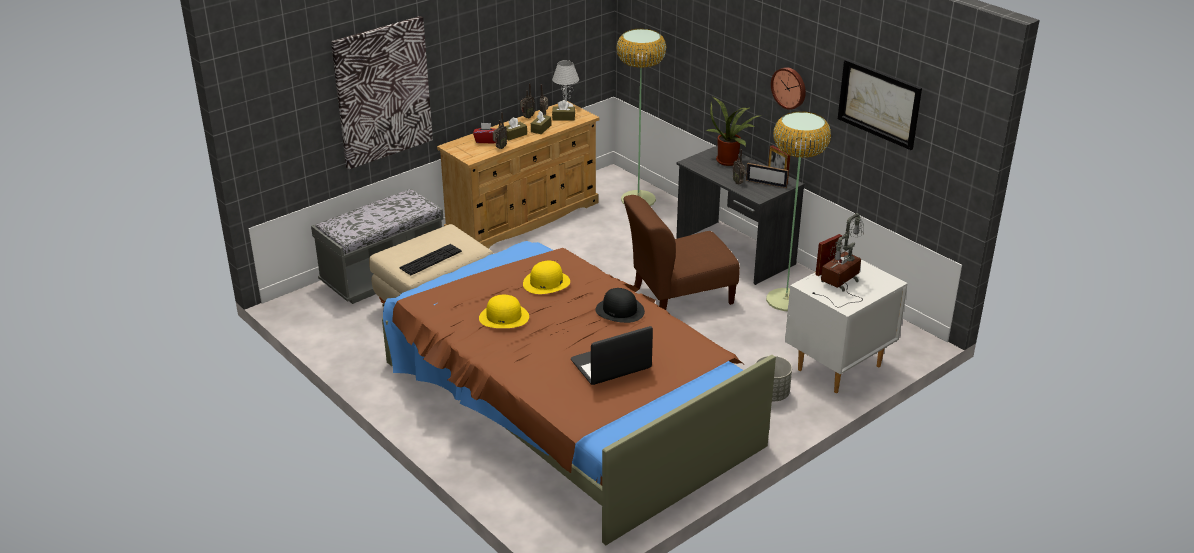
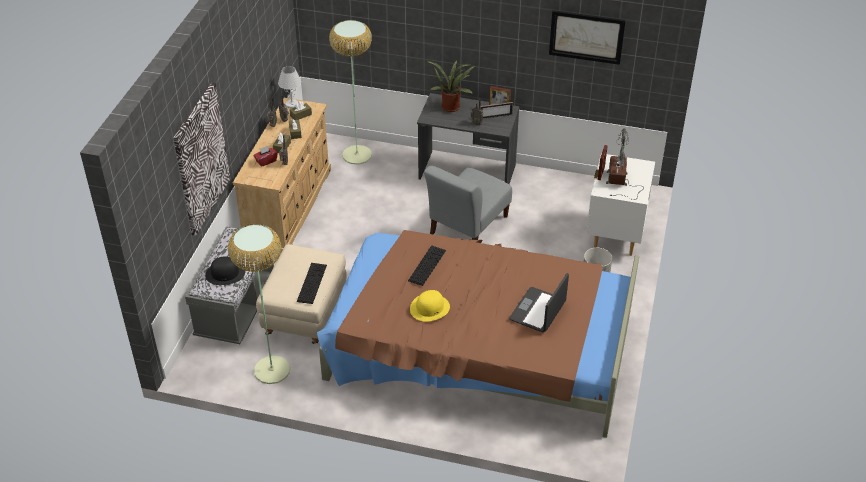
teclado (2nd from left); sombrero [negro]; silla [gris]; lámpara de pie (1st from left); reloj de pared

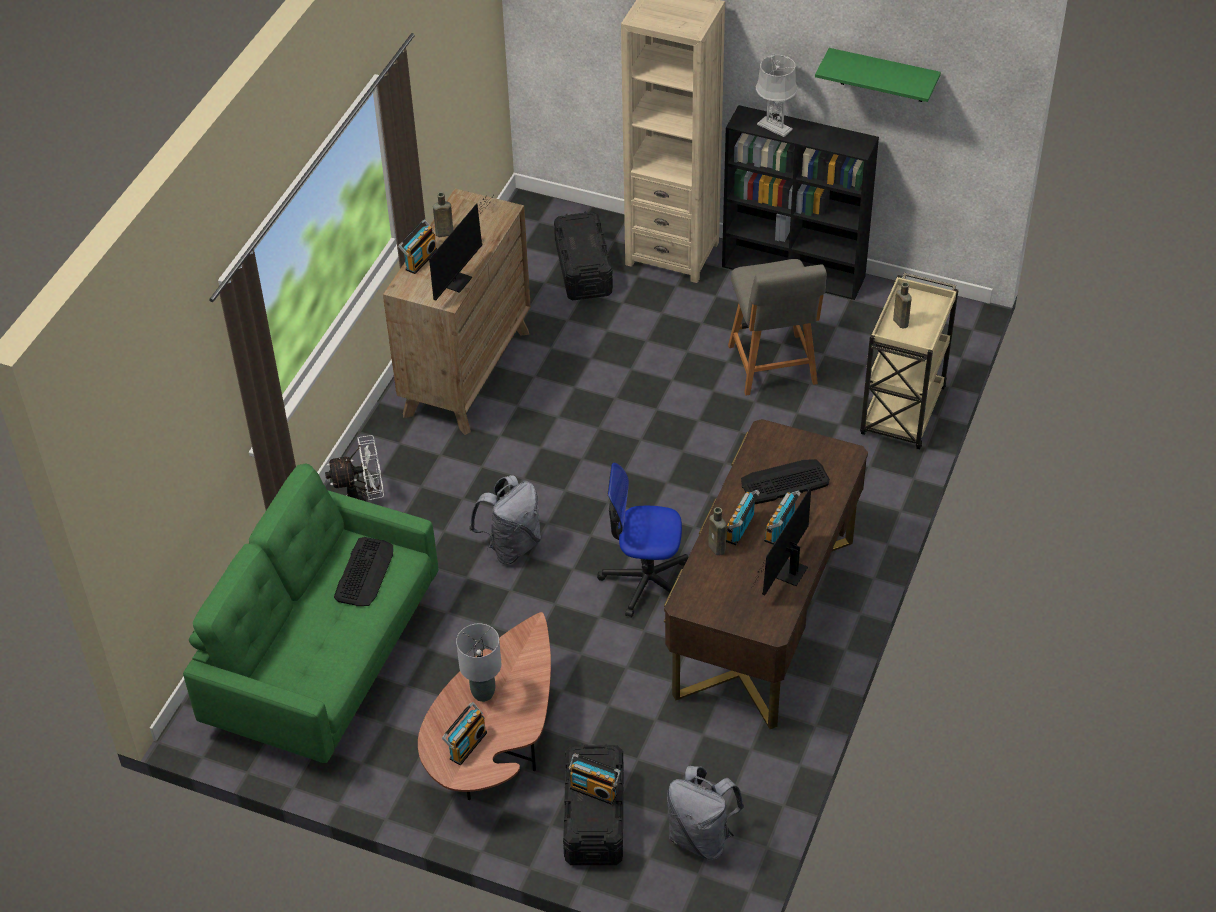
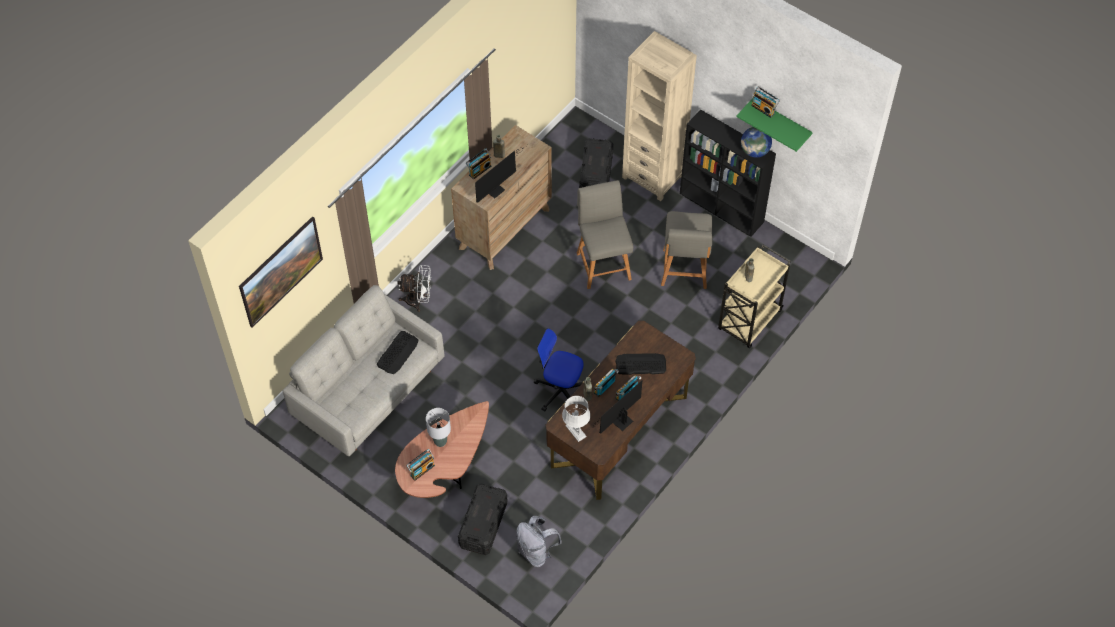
sofá [gris]; mochila [gris] (1st from left in the first image); radio (5th from left); lámpara de mesa [gris] (2nd from left); cuadro; silla [gris] (1st from left); globo terráqueo

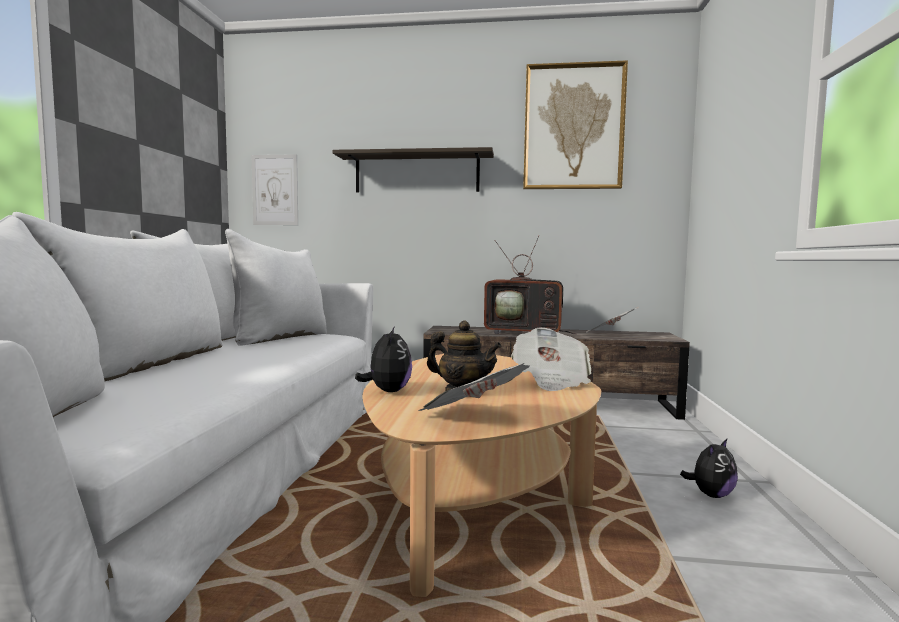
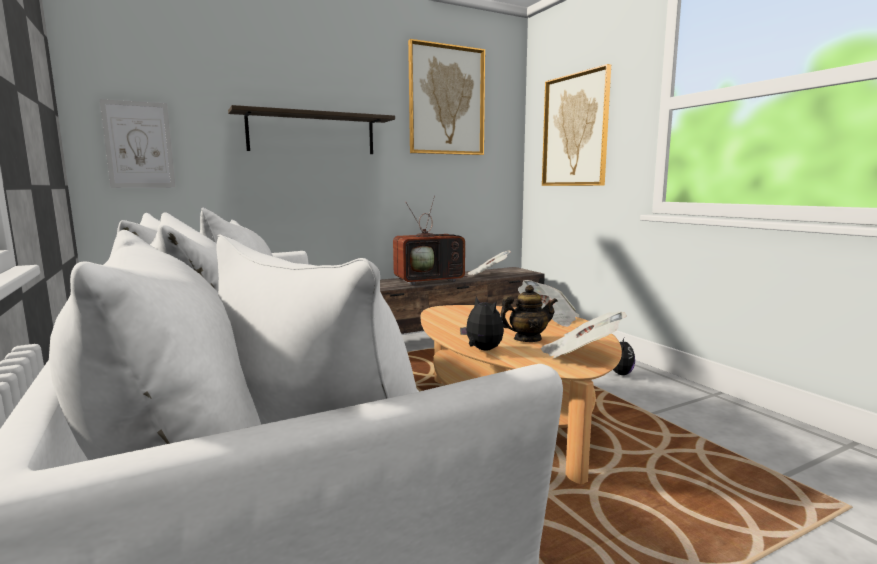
cuadro (3rd from left)

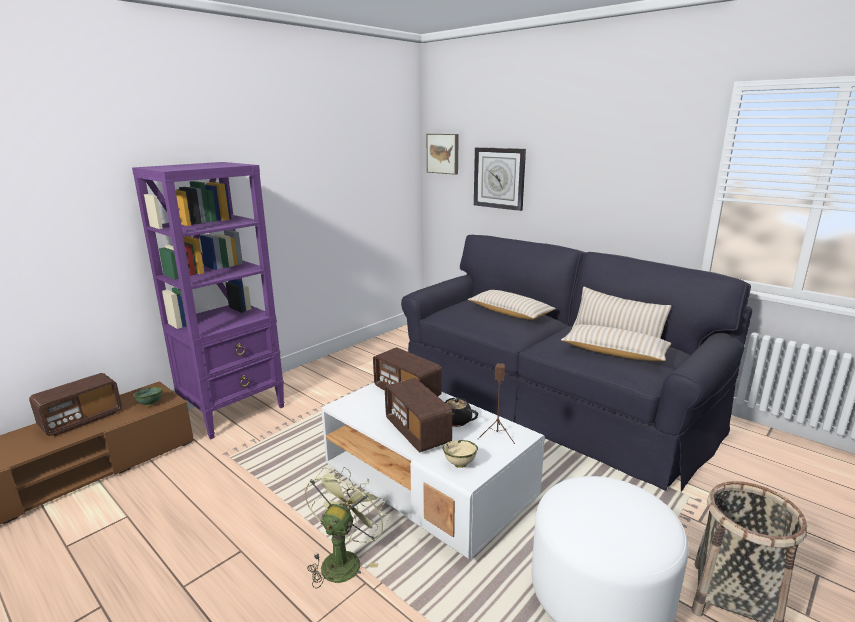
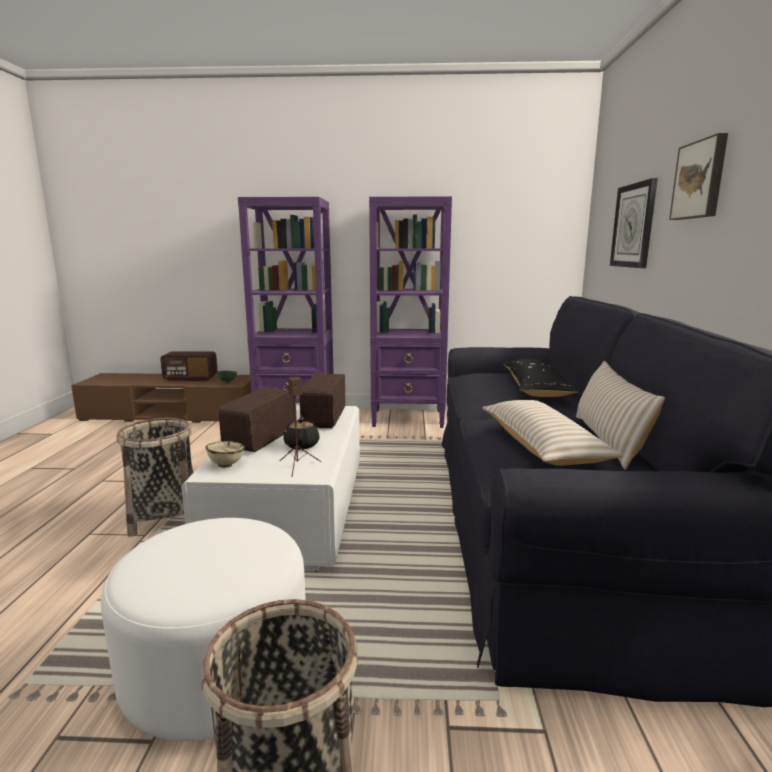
cesta (1st from left); cuadro; cojín [negro]; estantería [morado] (2nd from left)

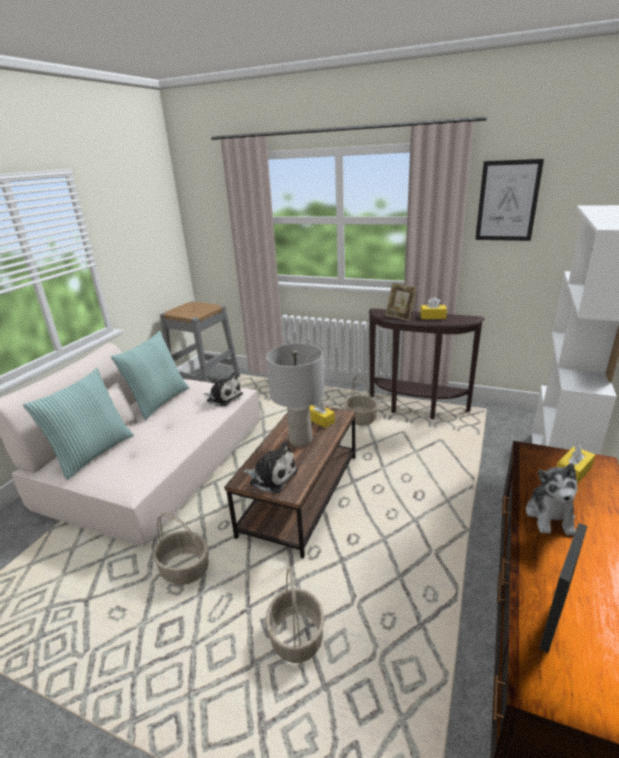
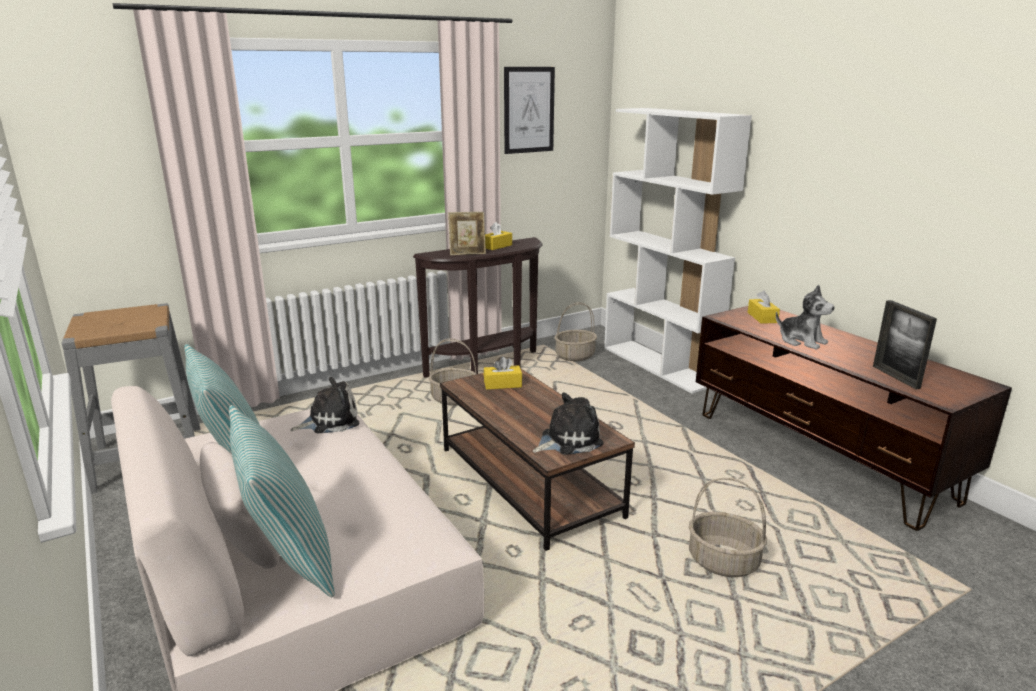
cesta (2nd from left); lámpara de mesa [gris]

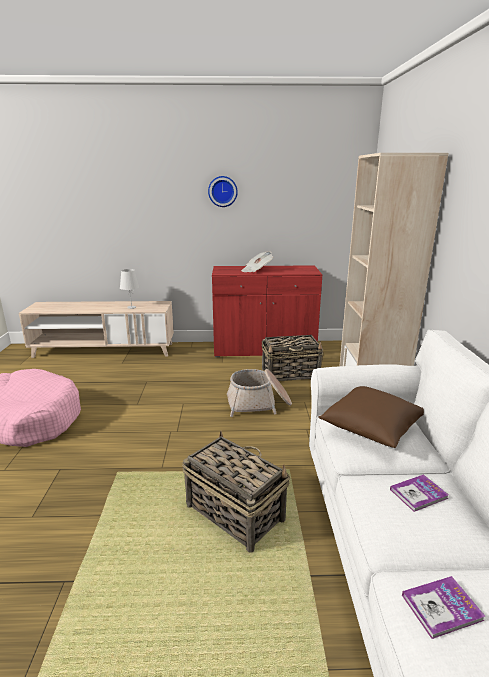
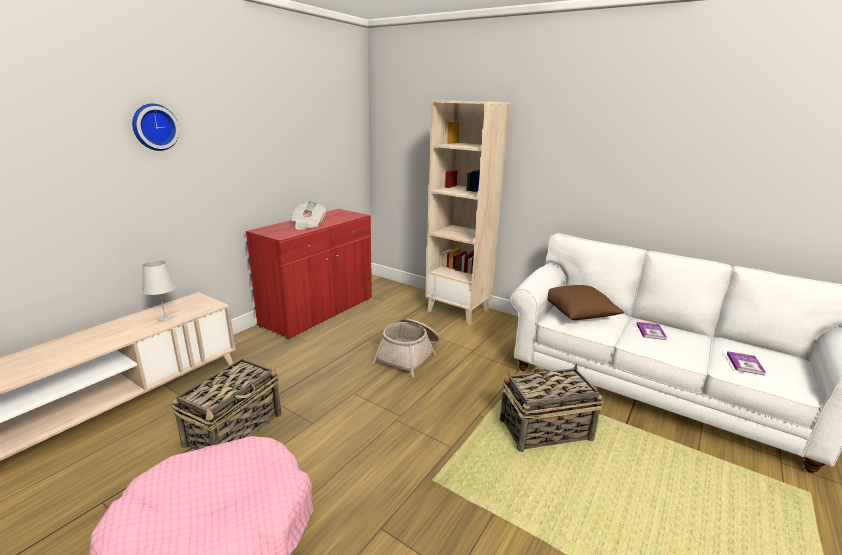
reloj de pared; cesta (1st from left)

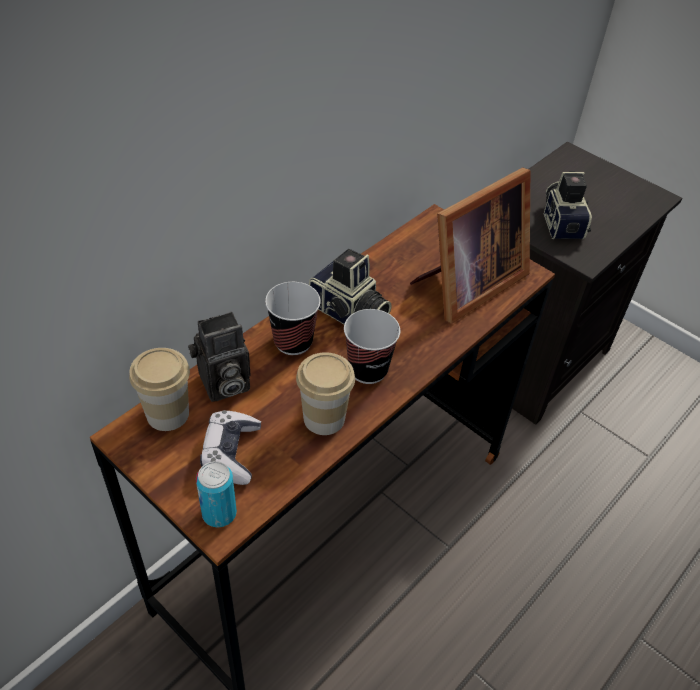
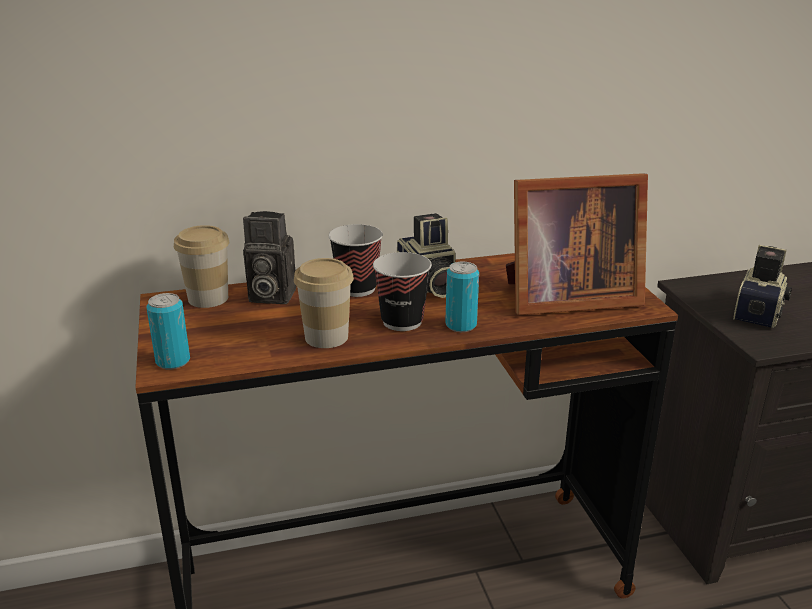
mando de consola; lata (2nd from left)

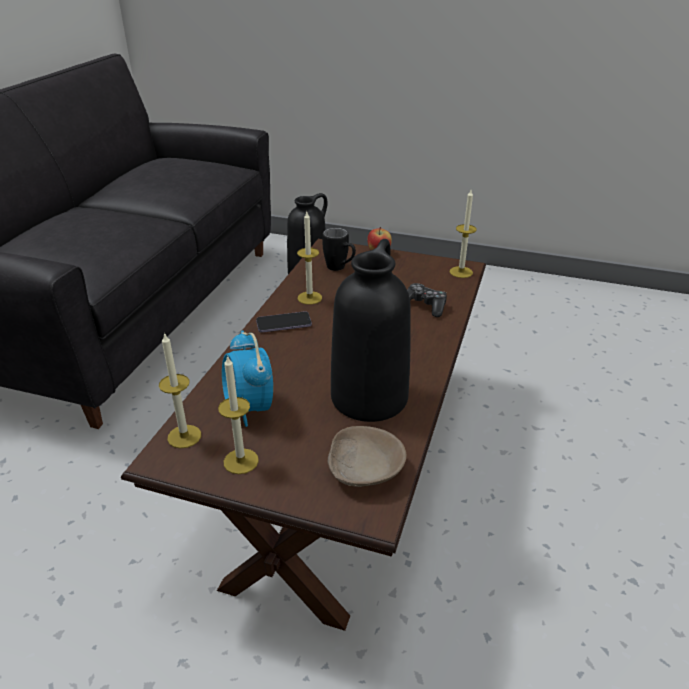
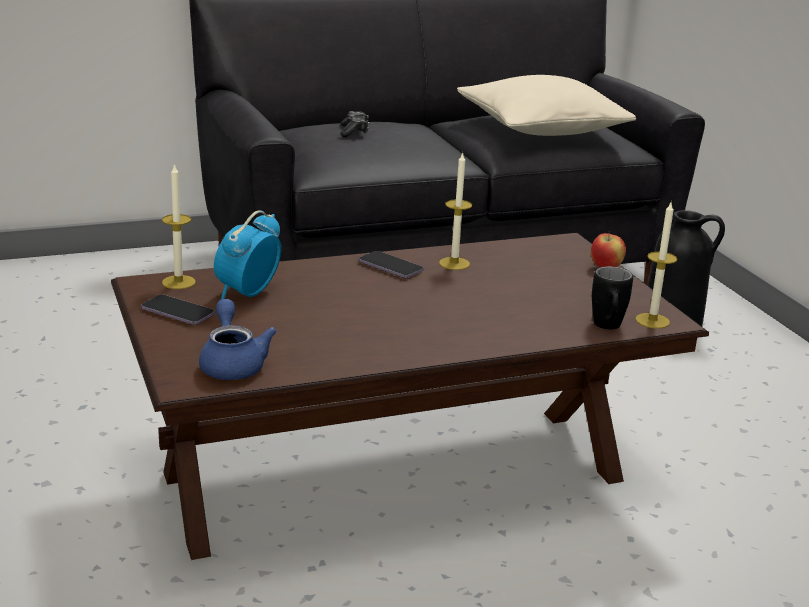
móvil (1st from left); taza grande [negro]; tetera [azul]; florero [negro] (2nd from left in the first image); mando de consola; cojín [beis]

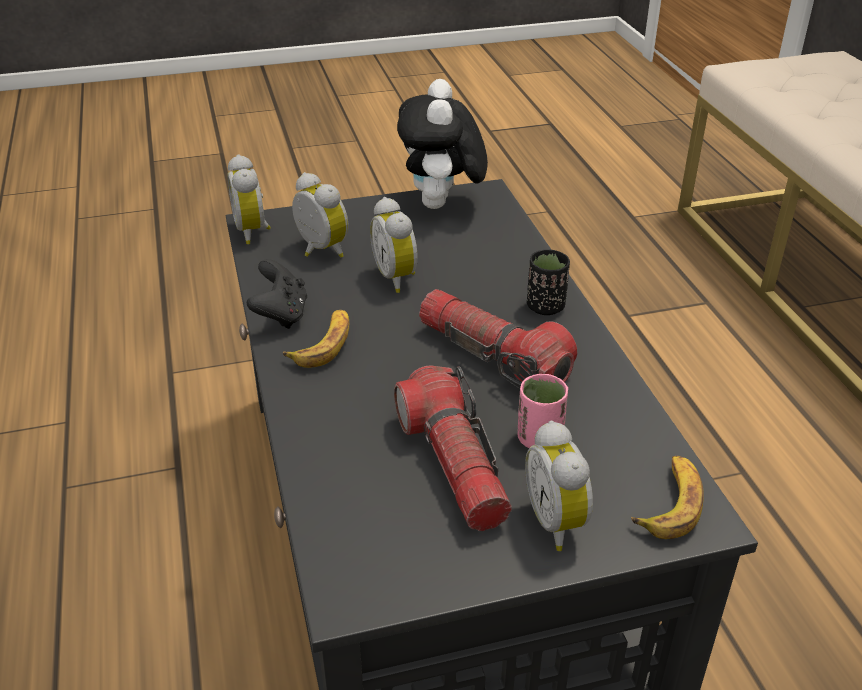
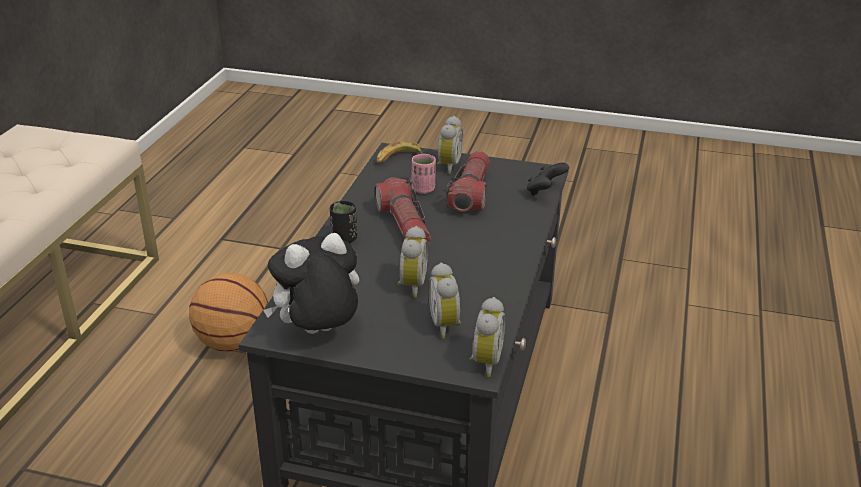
mando de consola [negro]; plátano (1st from left in the first image); peluche; balón de baloncesto

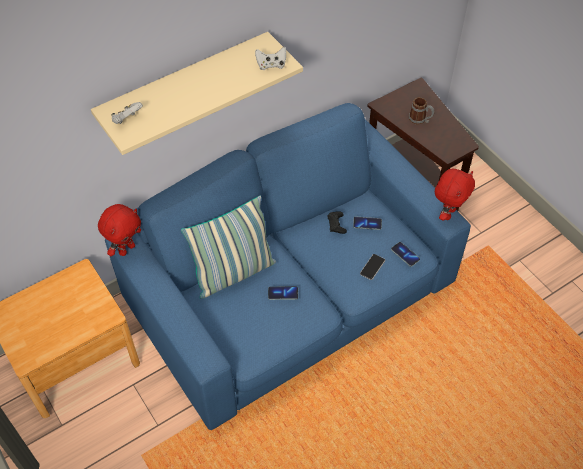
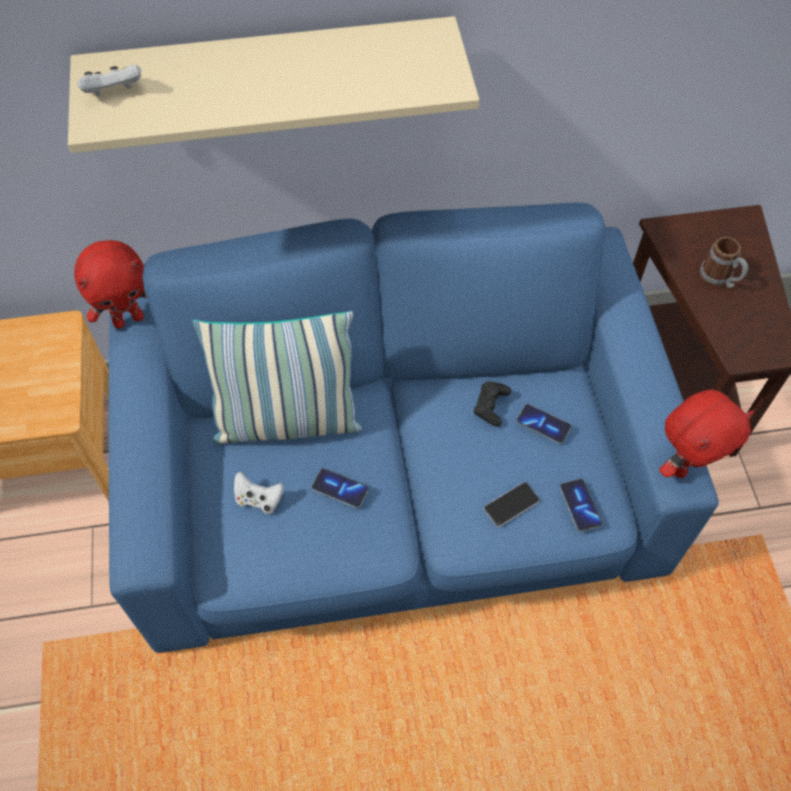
mando de consola [blanco] (2nd from left)

